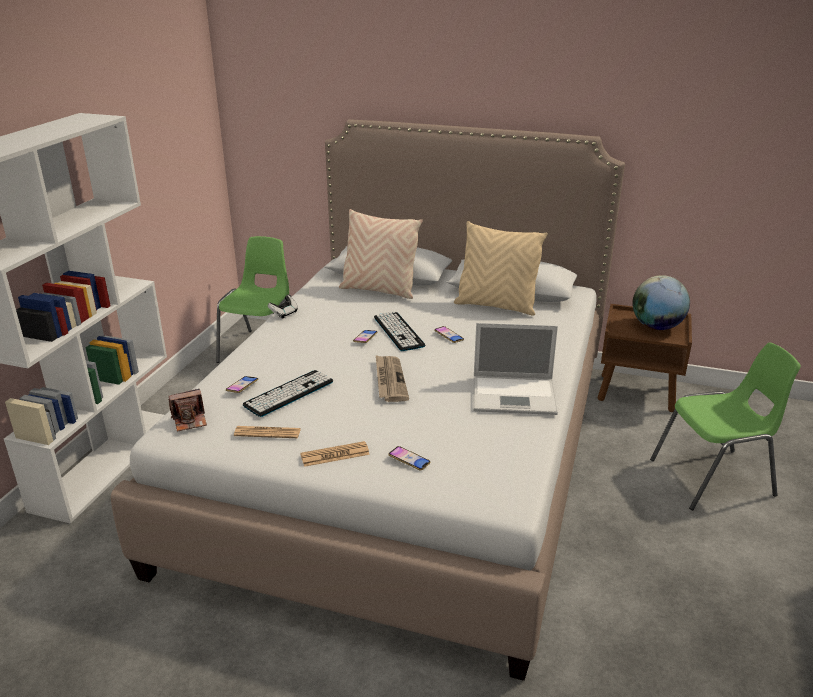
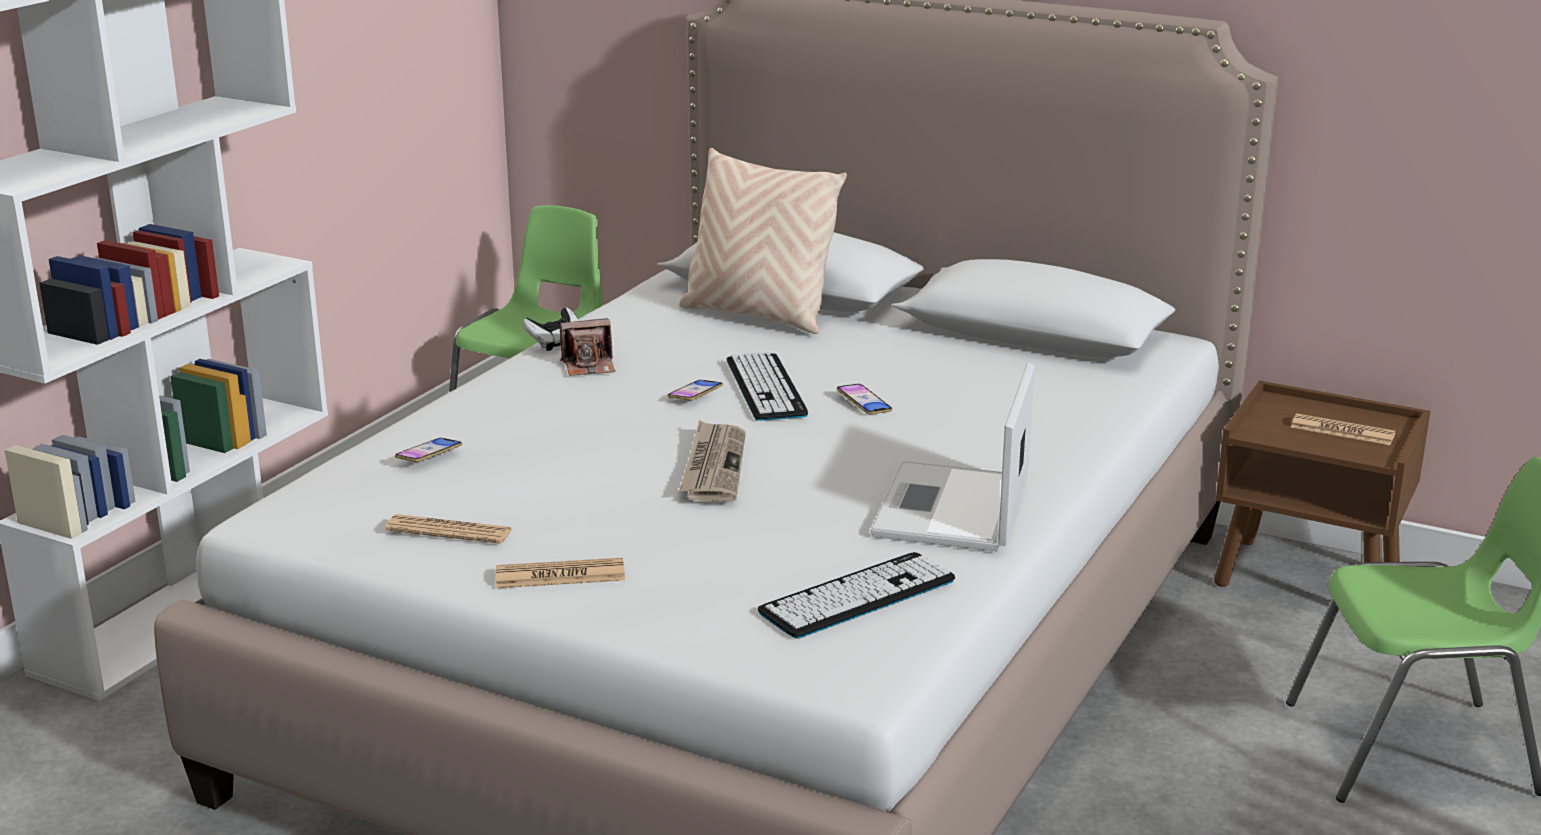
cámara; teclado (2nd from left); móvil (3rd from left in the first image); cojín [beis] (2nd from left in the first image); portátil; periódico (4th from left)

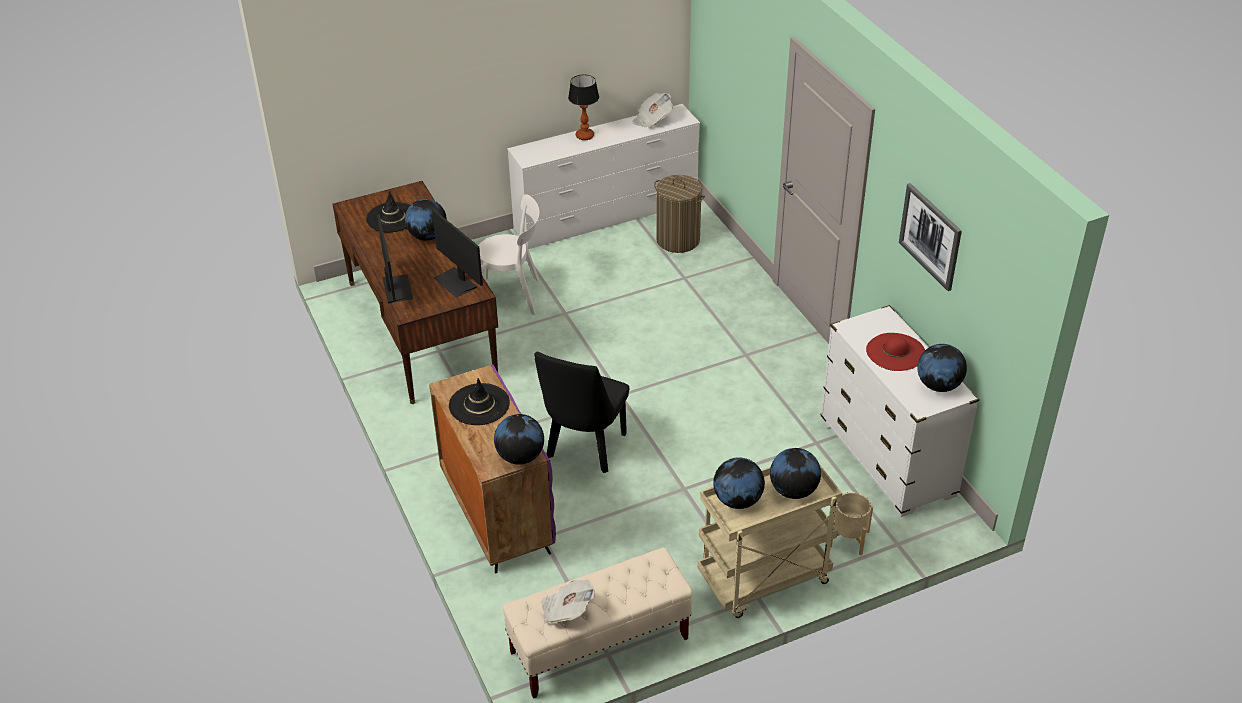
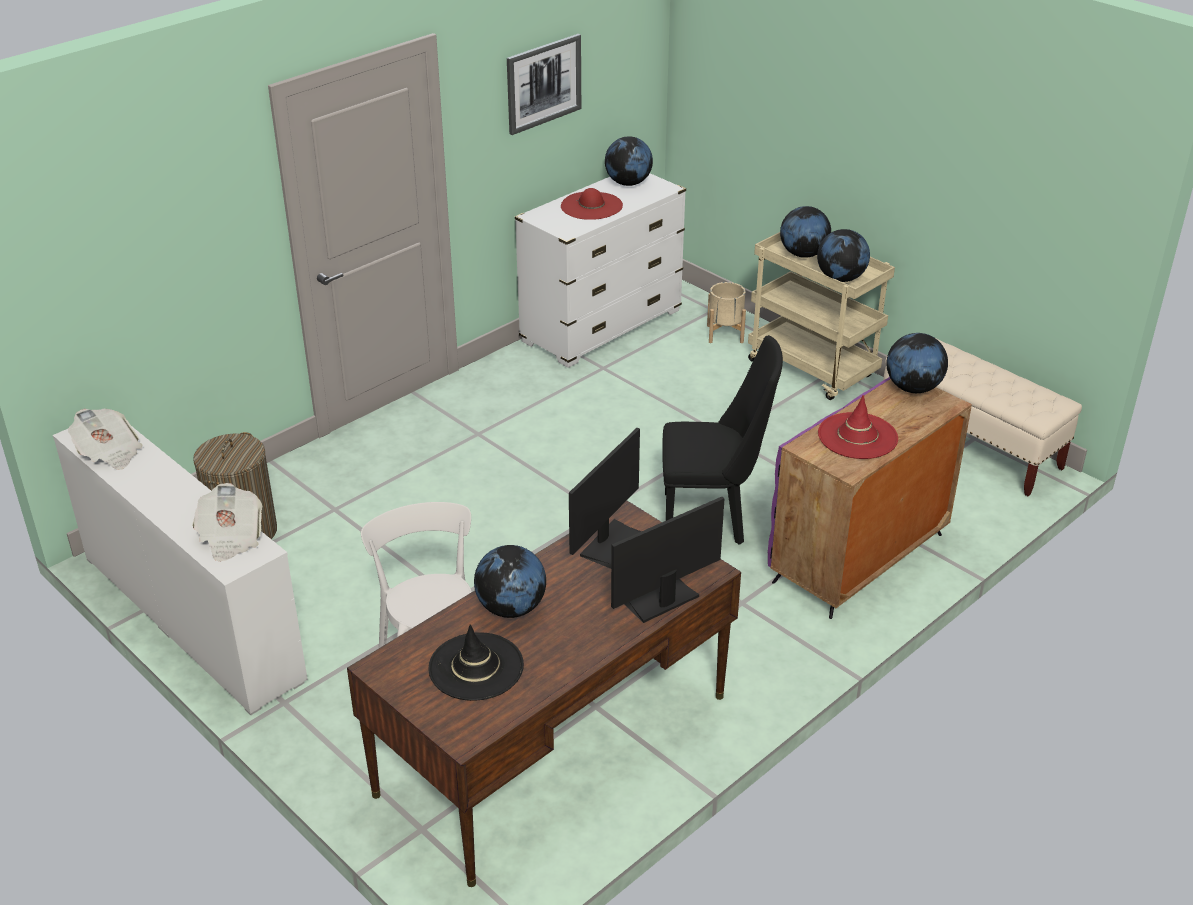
sombrero [rojo] (2nd from left); periódico (2nd from left); lámpara de mesa

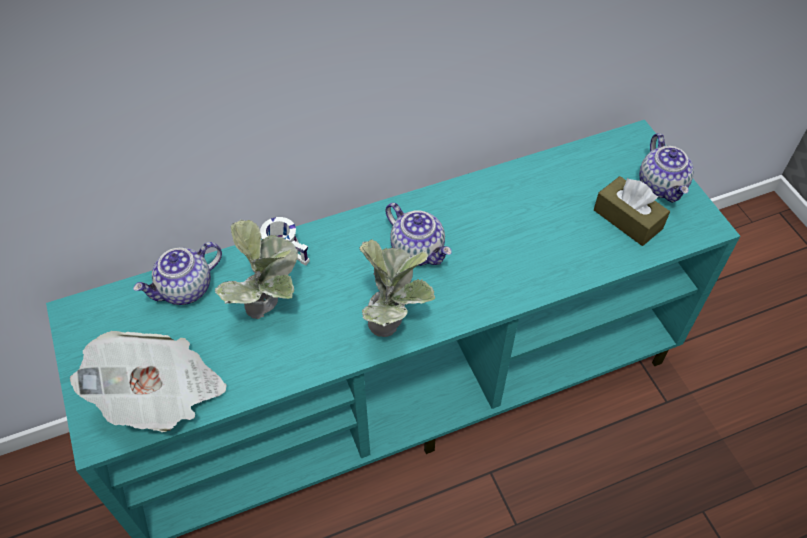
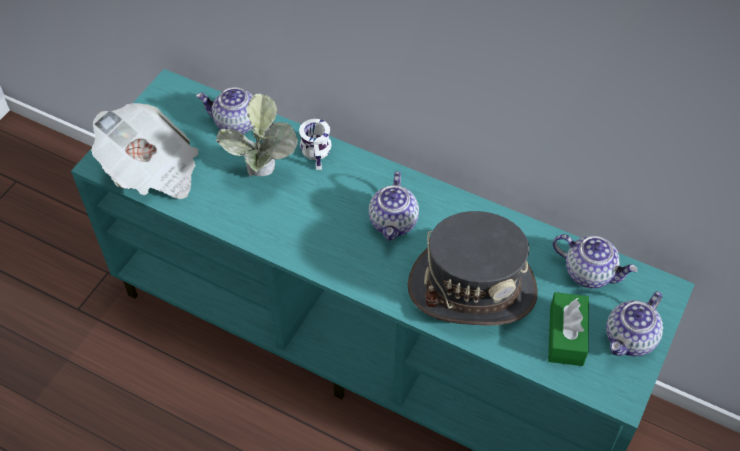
planta en maceta (2nd from left in the first image); caja de pañuelos [verde]; sombrero [gris]; tetera (3rd from left)

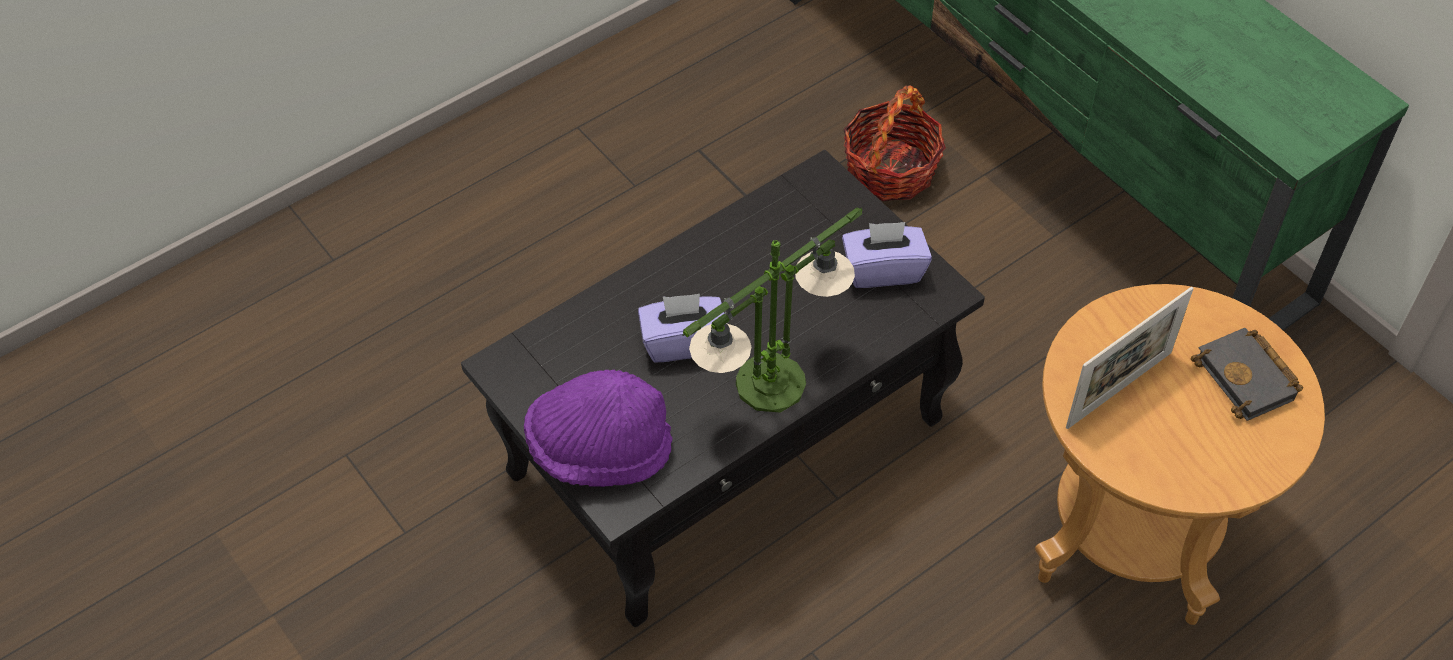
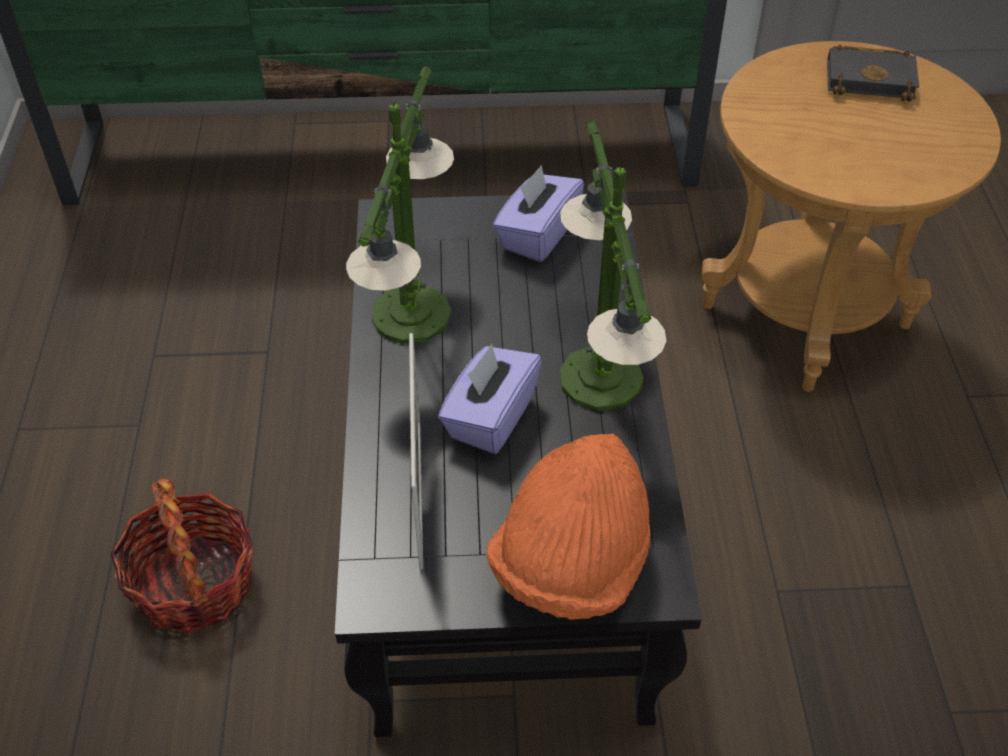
sombrero [naranja]; cesta; portarretratos; lámpara de mesa (1st from left)

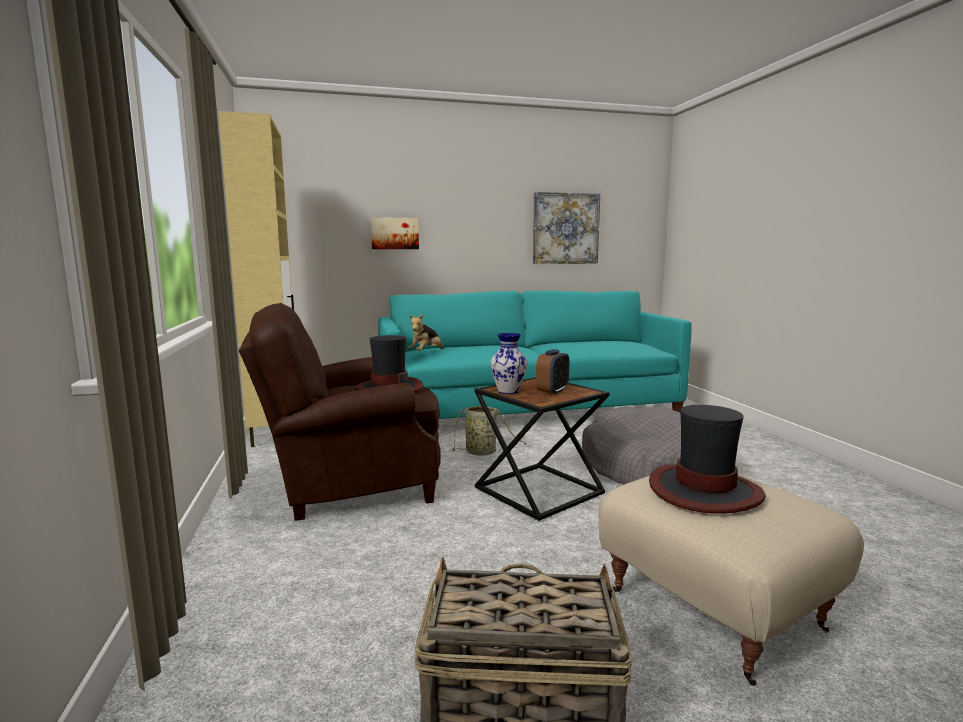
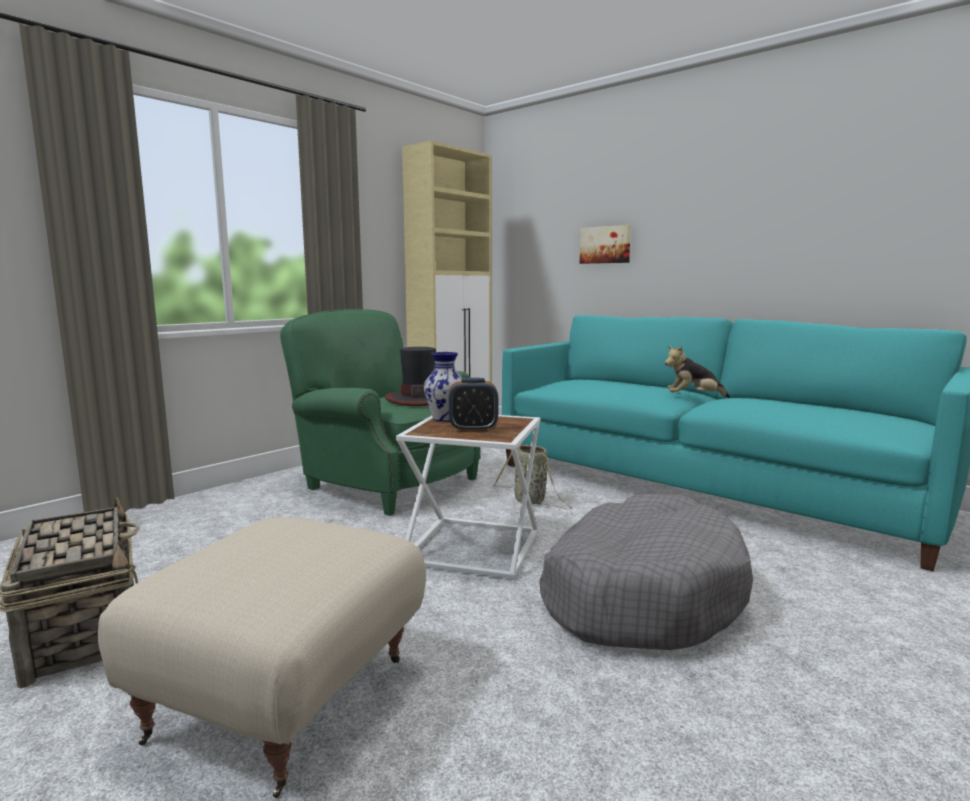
sillón [verde]; peluche; mesa auxiliar [blanco]; cuadro (2nd from left in the first image); sombrero (2nd from left in the first image)

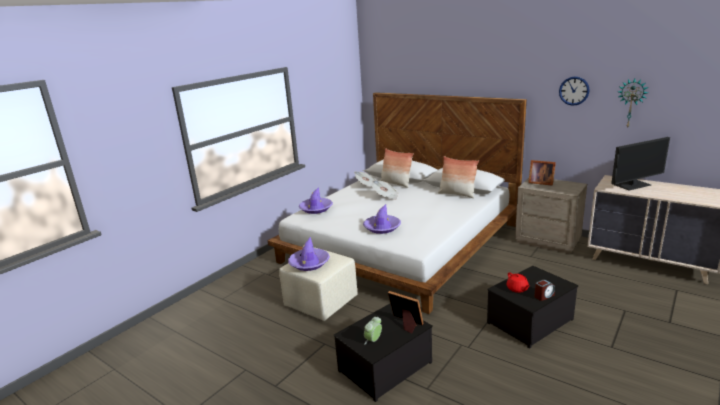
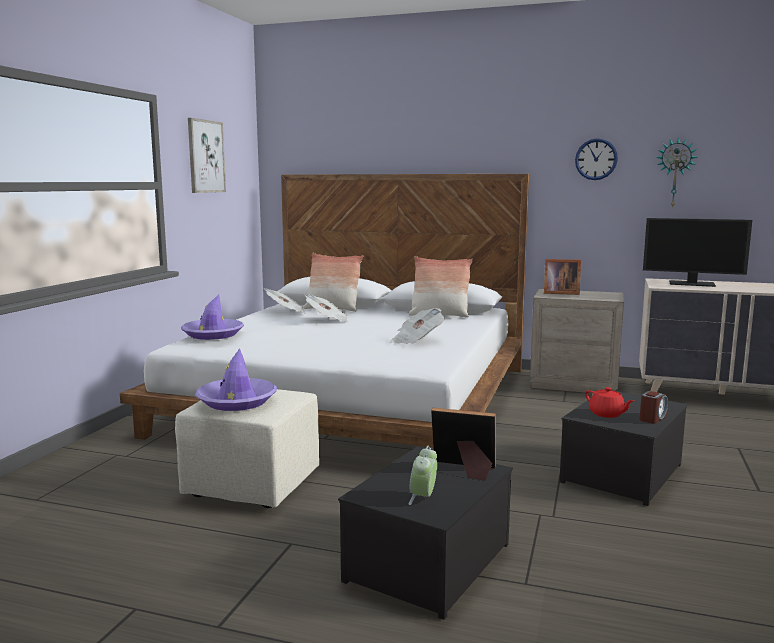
sombrero [morado] (3rd from left in the first image); monitor; cuadro; periódico (3rd from left)

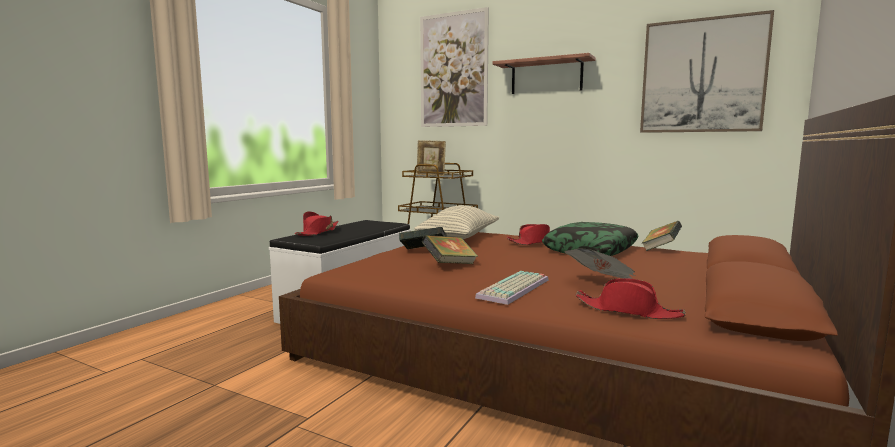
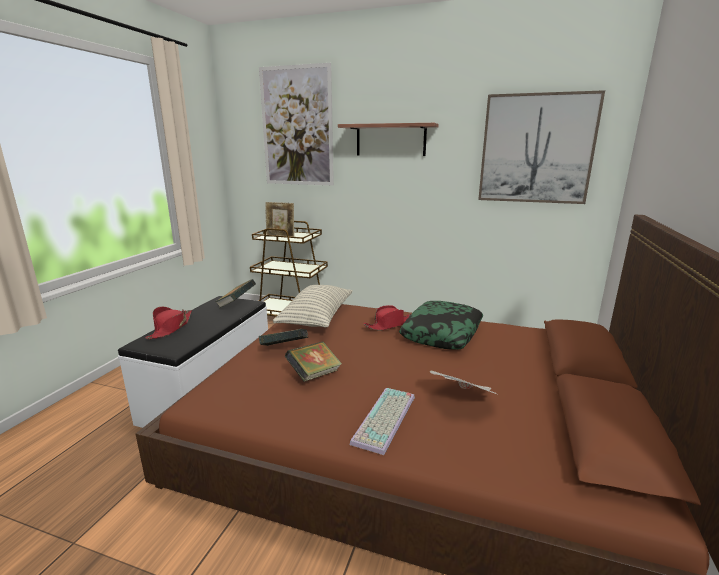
sombrero [rojo] (3rd from left in the first image); libro (1st from left)

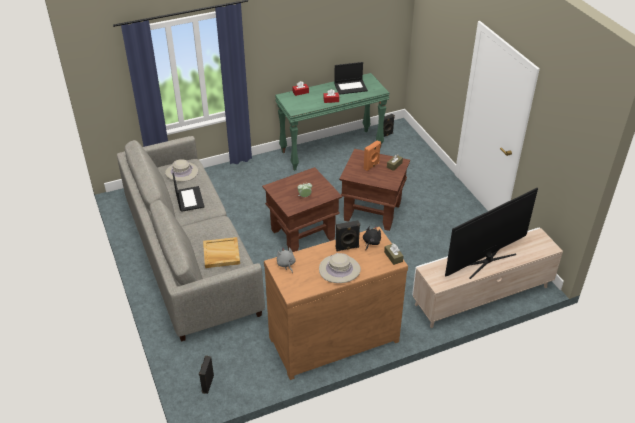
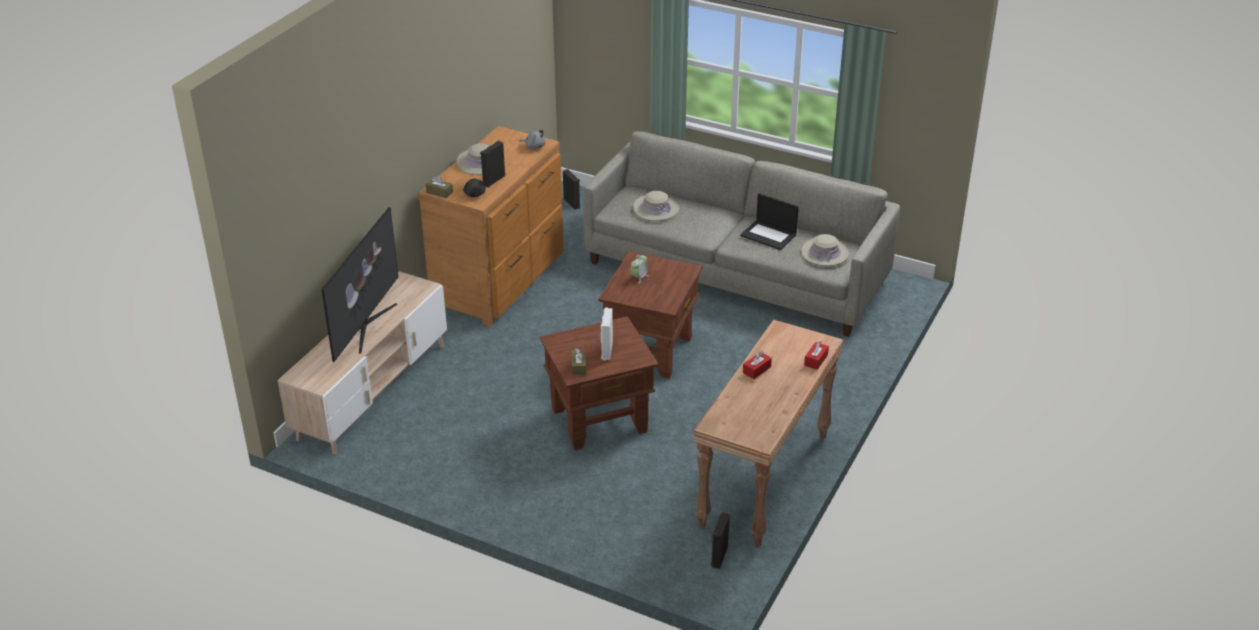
sombrero [beis] (2nd from left); mesa consola [marrón]; portátil (2nd from left in the first image); altavoz [blanco]

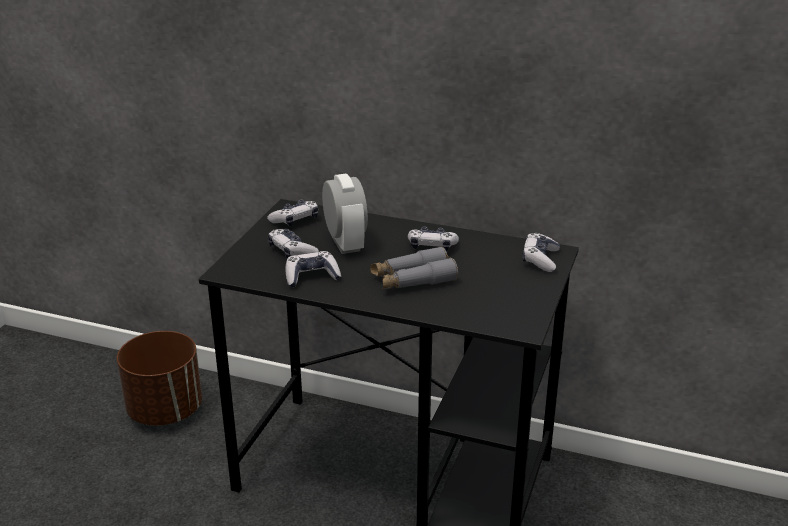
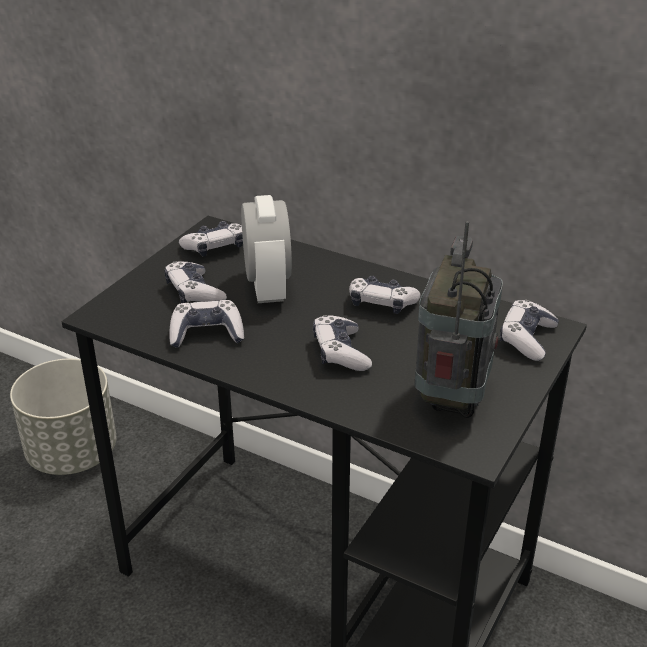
maceta [gris]; mando de consola (4th from left); radio

